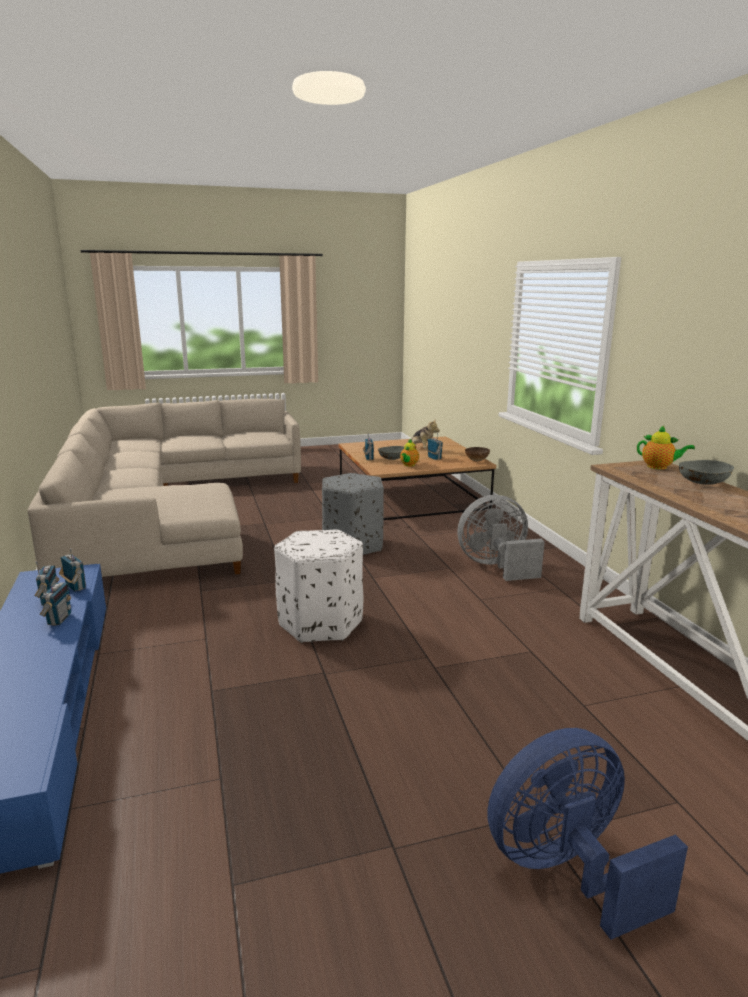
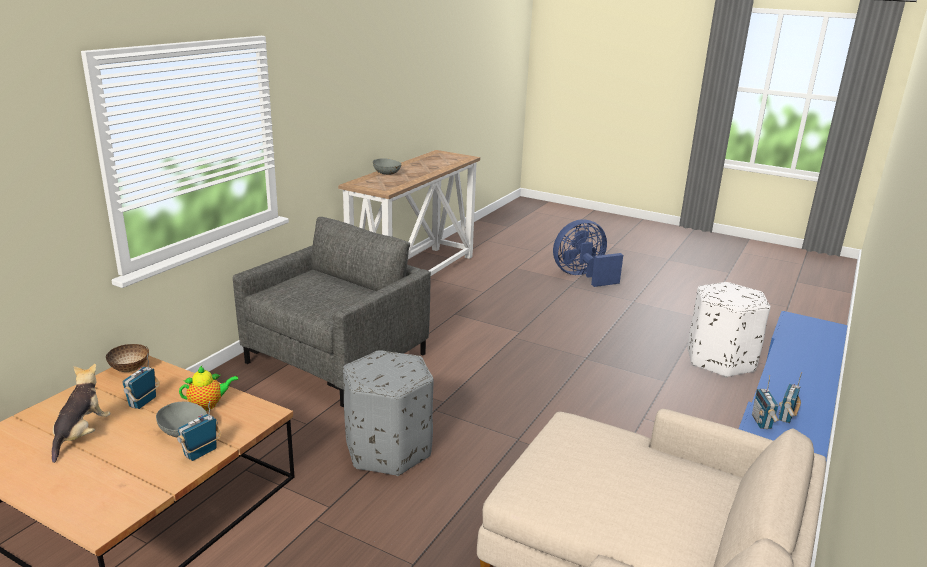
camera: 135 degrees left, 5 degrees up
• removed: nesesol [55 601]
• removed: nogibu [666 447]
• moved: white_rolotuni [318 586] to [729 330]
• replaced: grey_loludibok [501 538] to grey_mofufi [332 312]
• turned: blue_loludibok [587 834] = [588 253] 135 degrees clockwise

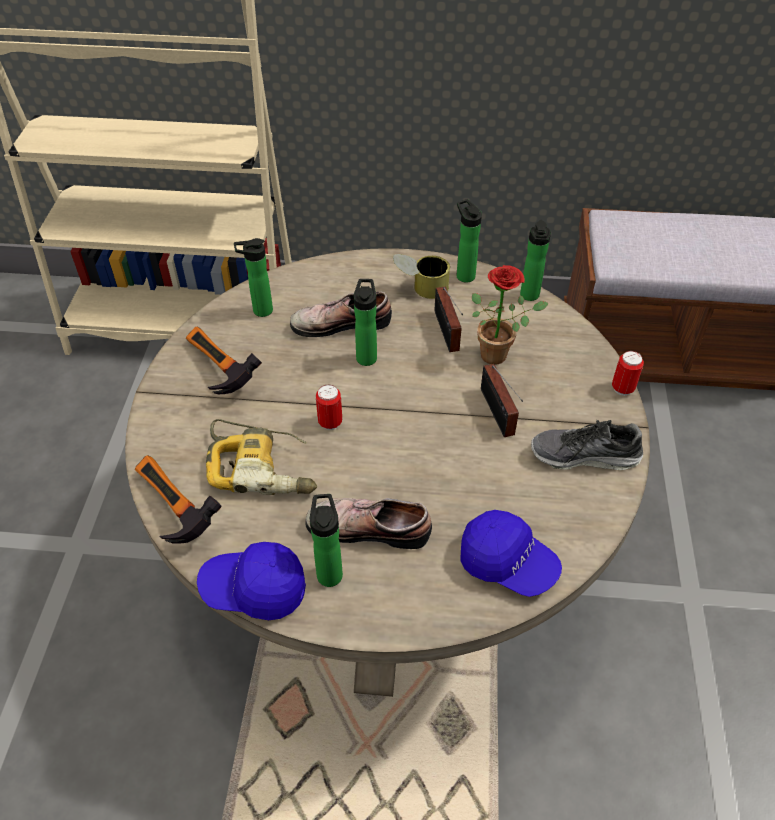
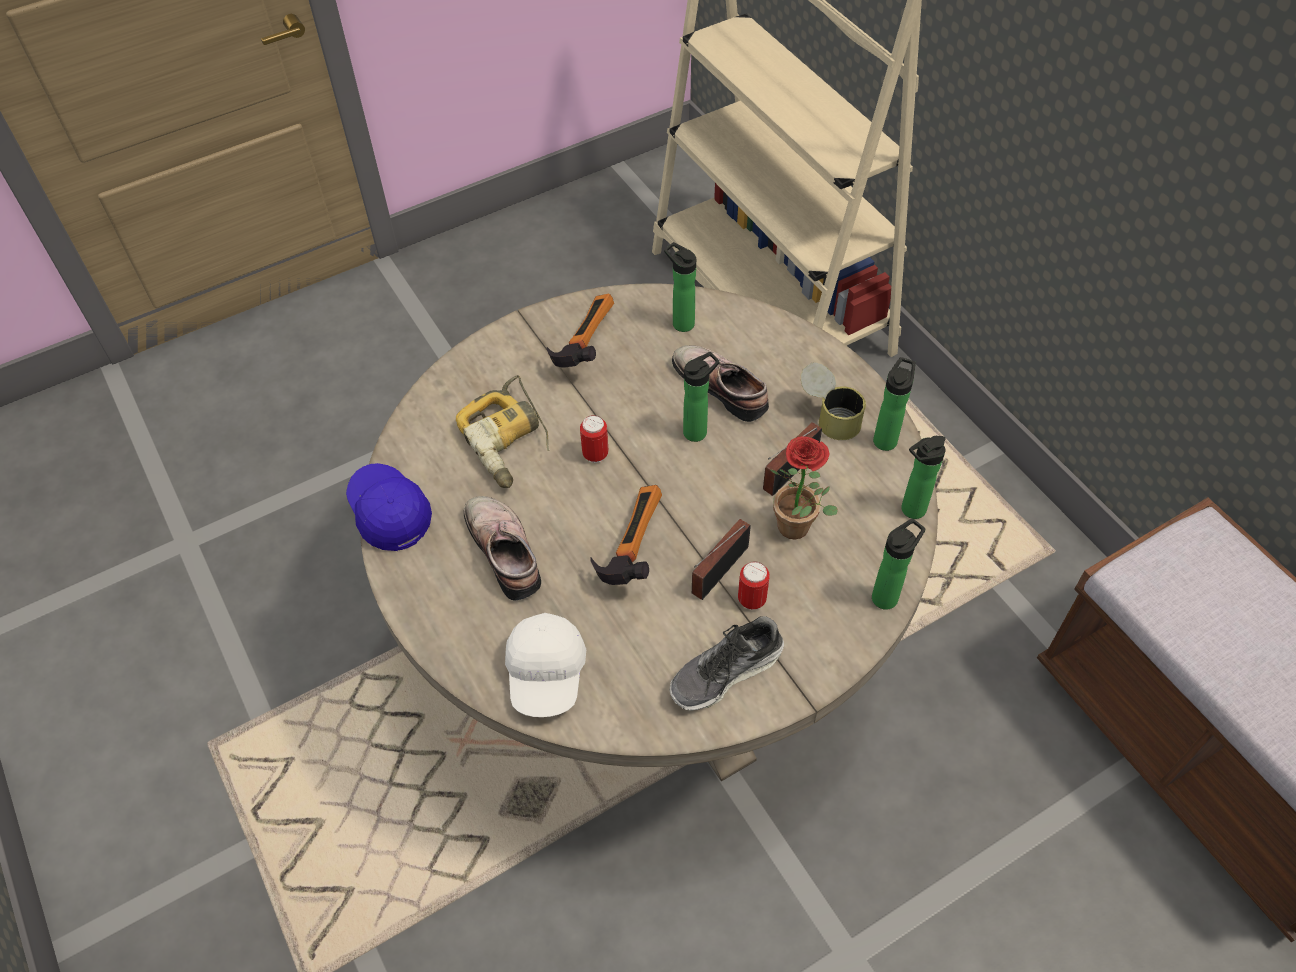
camera: 55 degrees right, 5 degrees up
• moved: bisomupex [178 499] to [626 535]
• moved: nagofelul [326 540] to [899 564]
• moved: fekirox [628 373] to [754 586]
• recoloured: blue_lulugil [511 553] to white_lulugil [545 665]
• turned: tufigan [587 445] = [727 663] 90 degrees counterclockwise

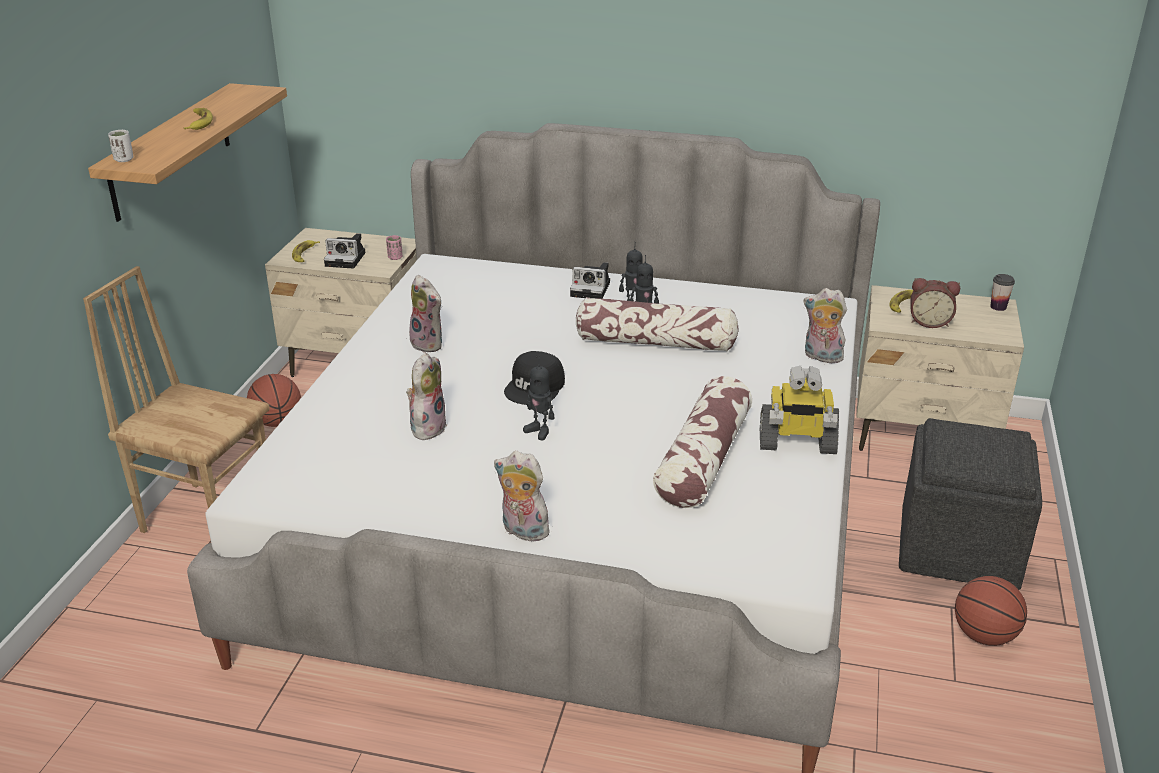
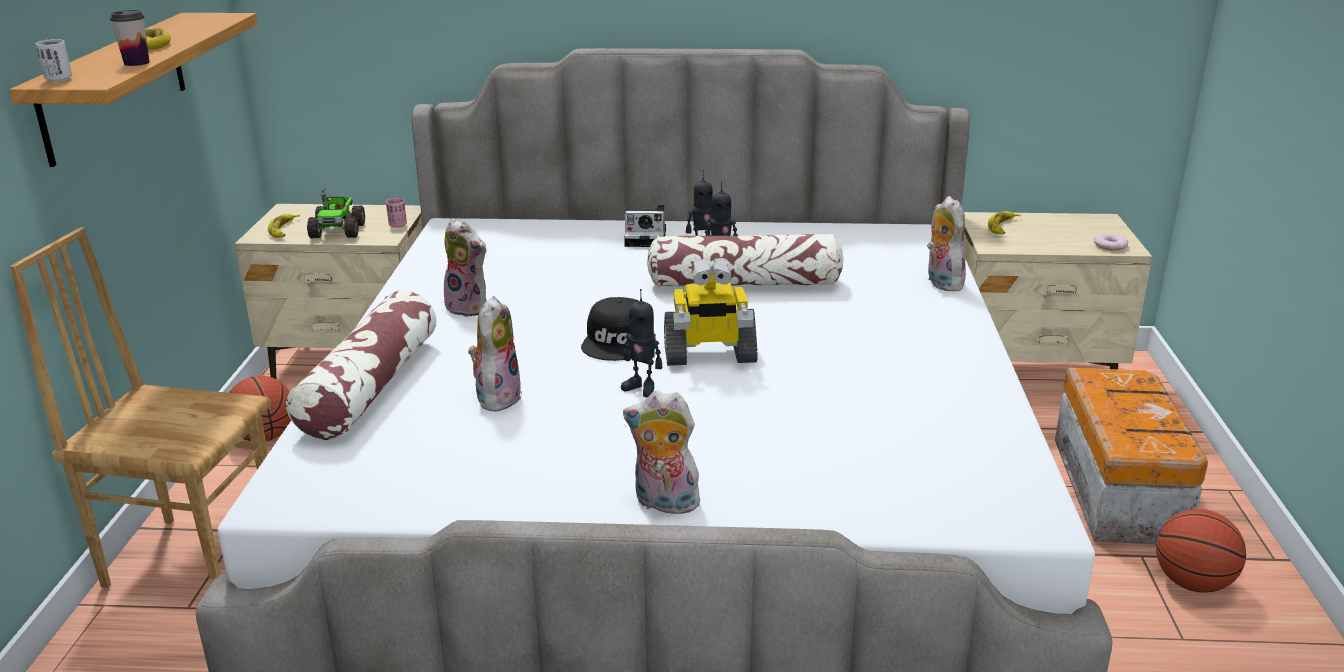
camera: 10 degrees left, 5 degrees down
• removed: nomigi [935 303]
• added: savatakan [1111 242]
• moved: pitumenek [702 442] to [361 365]
• moved: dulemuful [799 410] to [711 312]
• moved: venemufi [1002 292] to [129 38]
• replaced: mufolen [344 251] to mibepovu [336 212]
• replaced: grey_rolotuni [970 504] to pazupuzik [1131 456]
• turned: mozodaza [826 325] = [947 244] 60 degrees clockwise

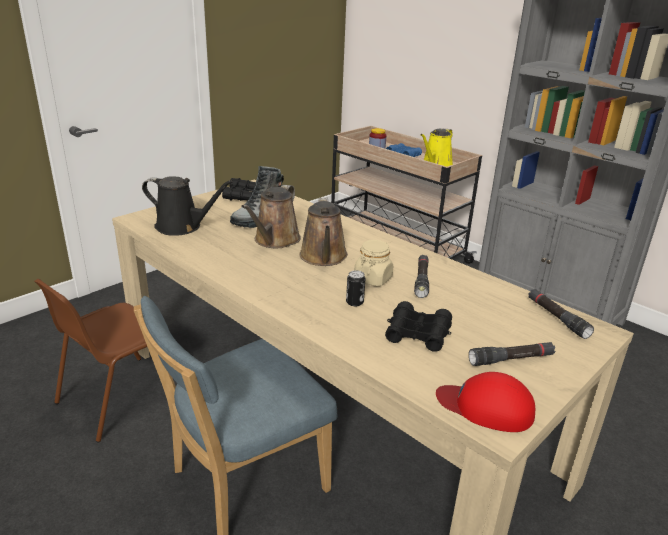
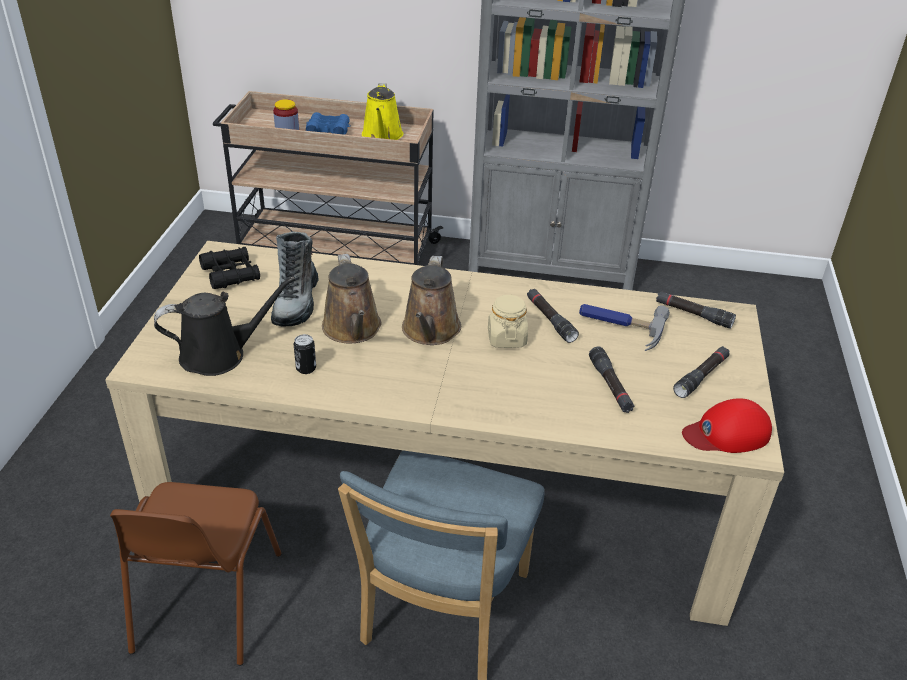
camera: 35 degrees left, 10 degrees up
• added: bisomupex [624 327]
• moved: fekirox [355 288] to [305 354]
• replaced: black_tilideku [418 326] to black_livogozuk [611 379]
• turned: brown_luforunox [323 232] = [431 300] 45 degrees clockwise

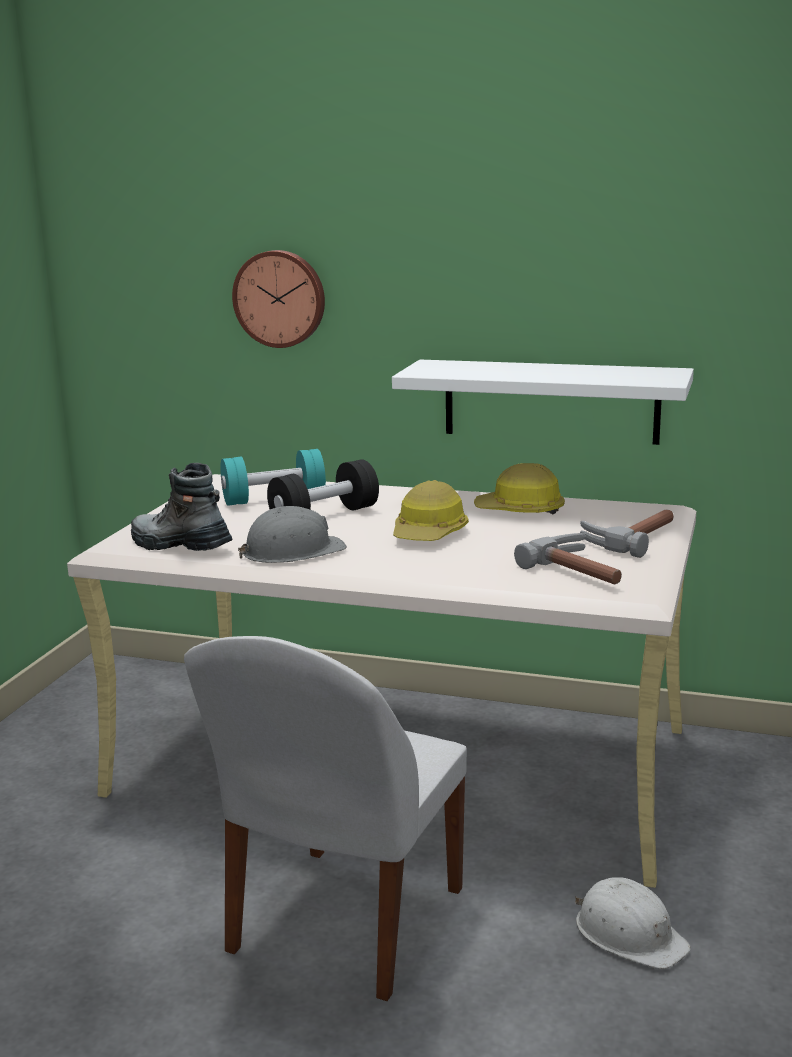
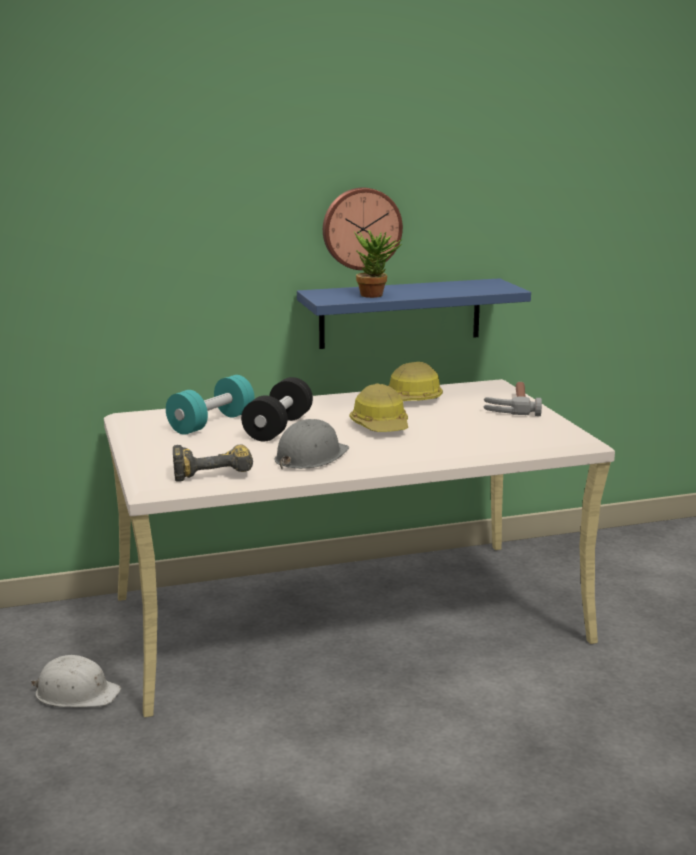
camera: 35 degrees left, 0 degrees up
• removed: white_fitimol [325 818]
• removed: bisomupex [568 558]
• added: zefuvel [378 264]
• moved: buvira [278 299] to [363 229]
• moved: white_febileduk [633 923] to [75 681]
• replaced: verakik [181 507] to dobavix [213 463]
• recoloured: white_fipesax [543 402] to blue_fipesax [414 313]

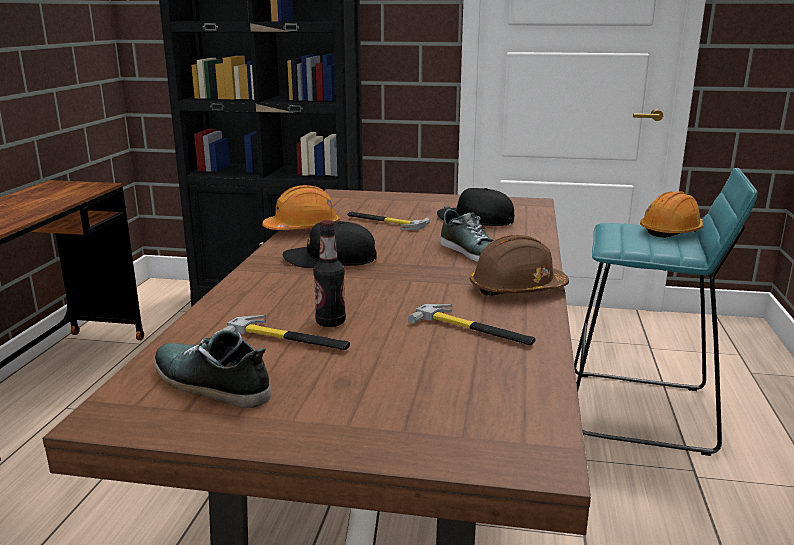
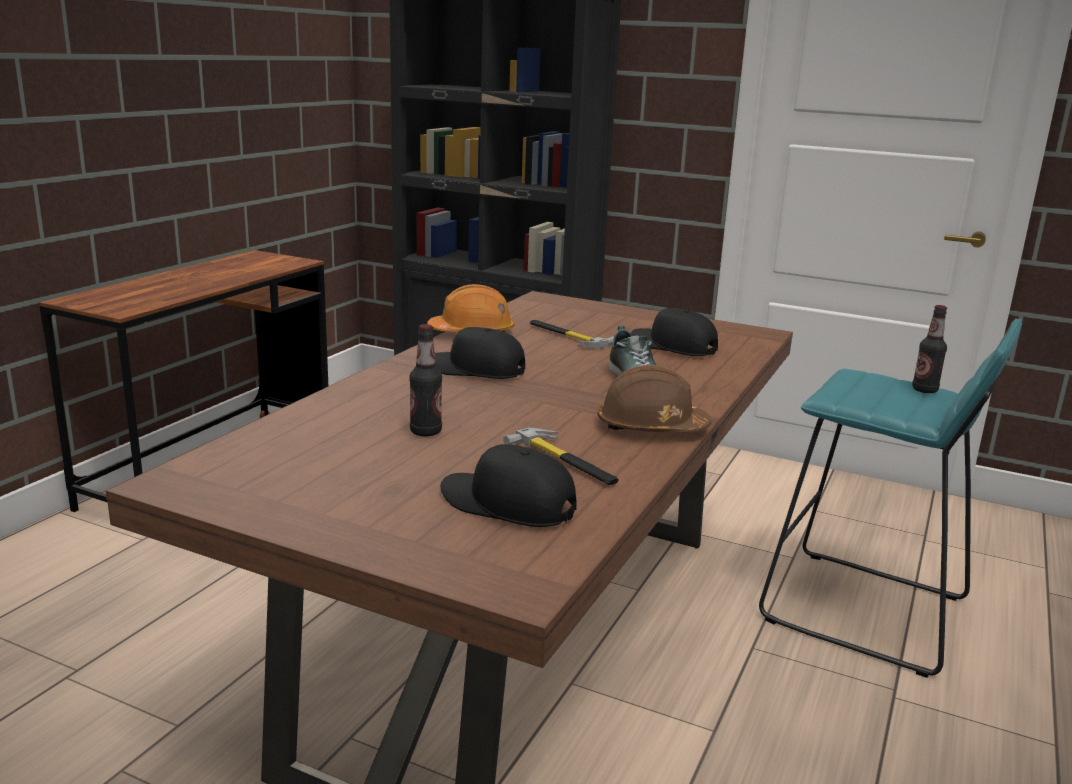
camera: 15 degrees right, 0 degrees up
• removed: tufigan [212 369]
• removed: bisomupex [286 332]
• added: black_lulugil [508 485]
• replaced: orange_febileduk [672 214] to nagofelul [929 349]

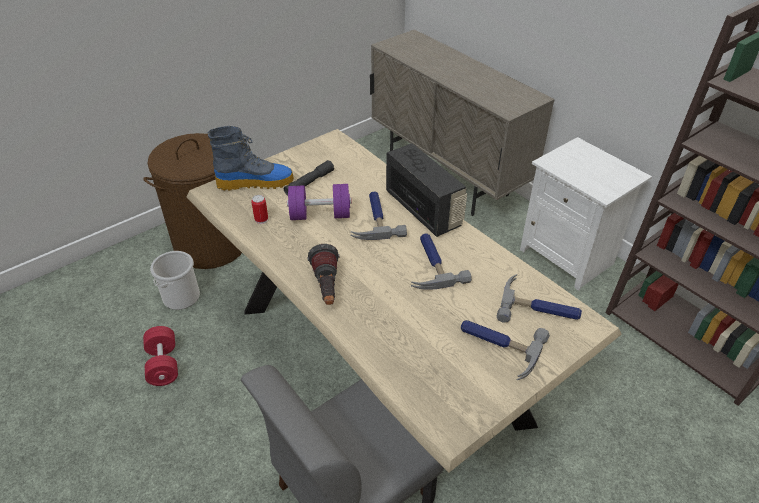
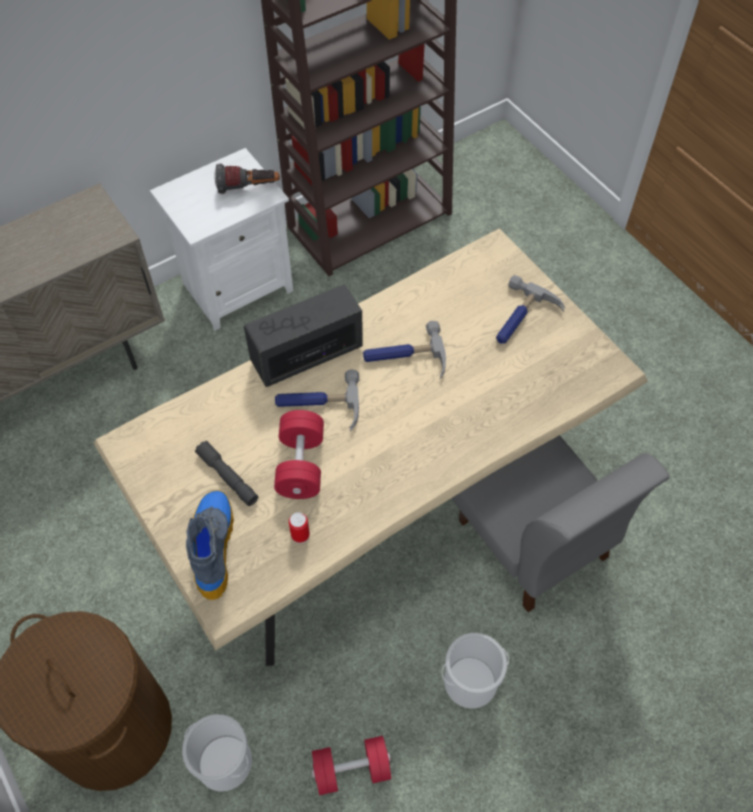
camera: 85 degrees left, 15 degrees up
• removed: bisomupex [539 298]
• added: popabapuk [475 671]
• moved: livogozuk [323 274] to [247 179]
• recoloured: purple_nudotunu [319 202] to red_nudotunu [299 454]

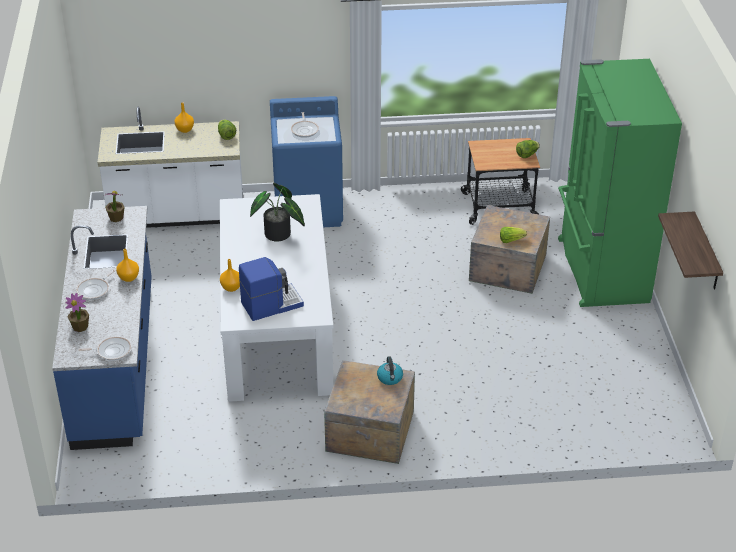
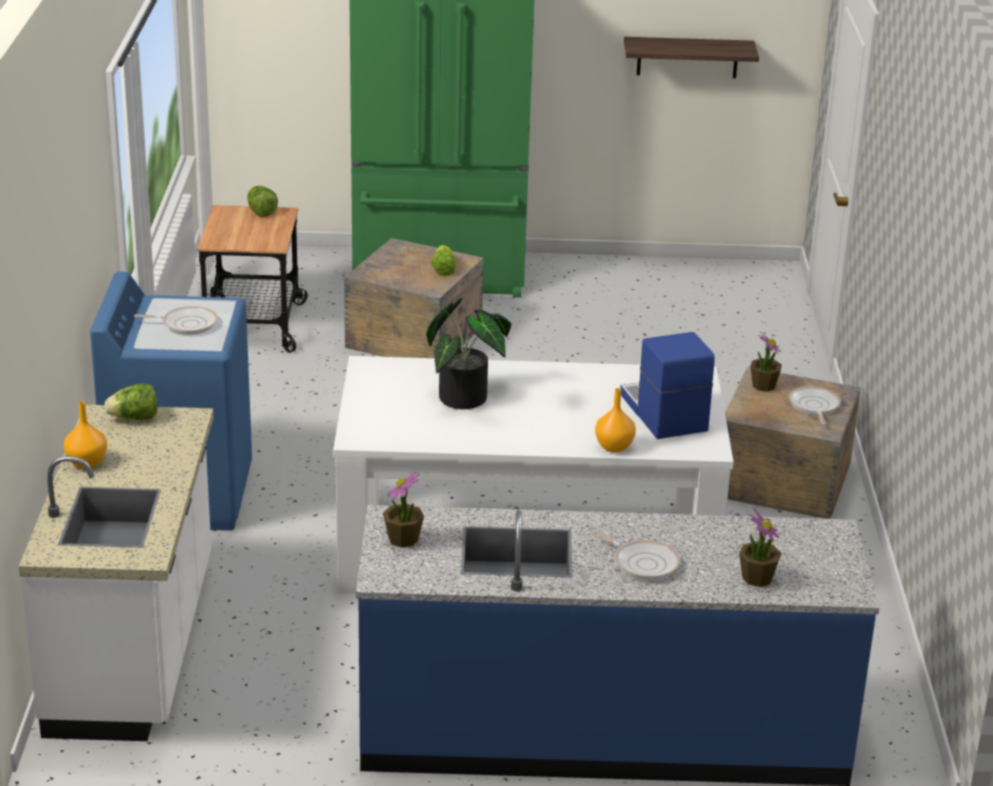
camera: 85 degrees left, 10 degrees down
• removed: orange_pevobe [127 265]
• moved: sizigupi [105 348] to [815 406]
• replaced: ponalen [390 370] to zefuvel [766 362]

